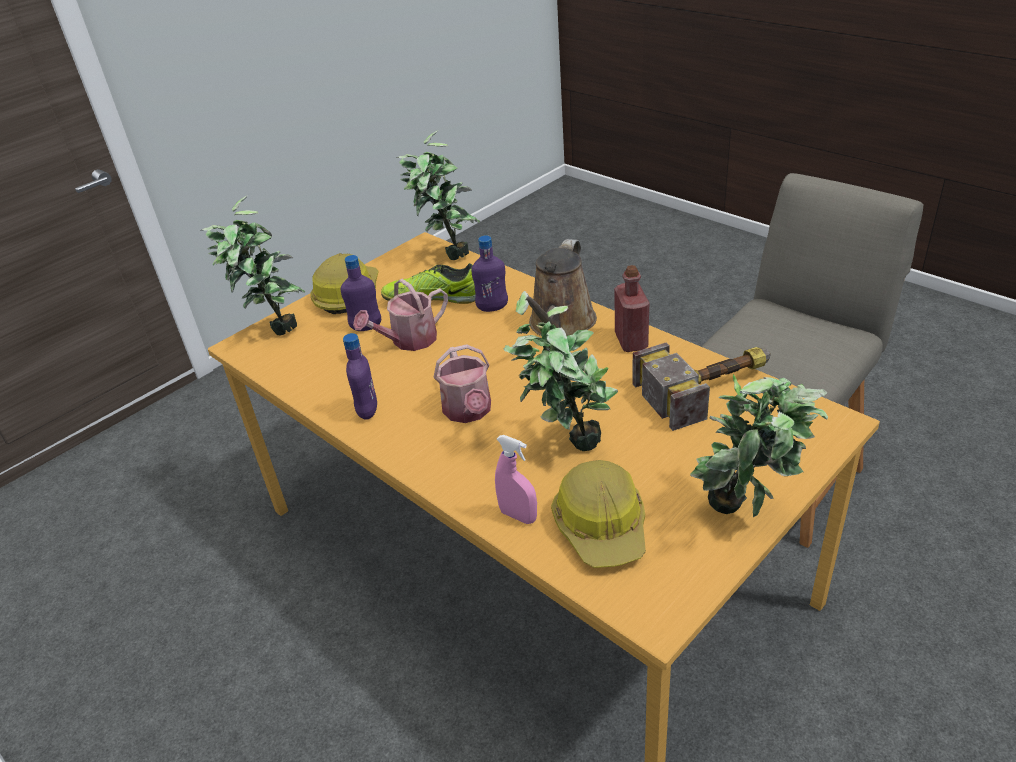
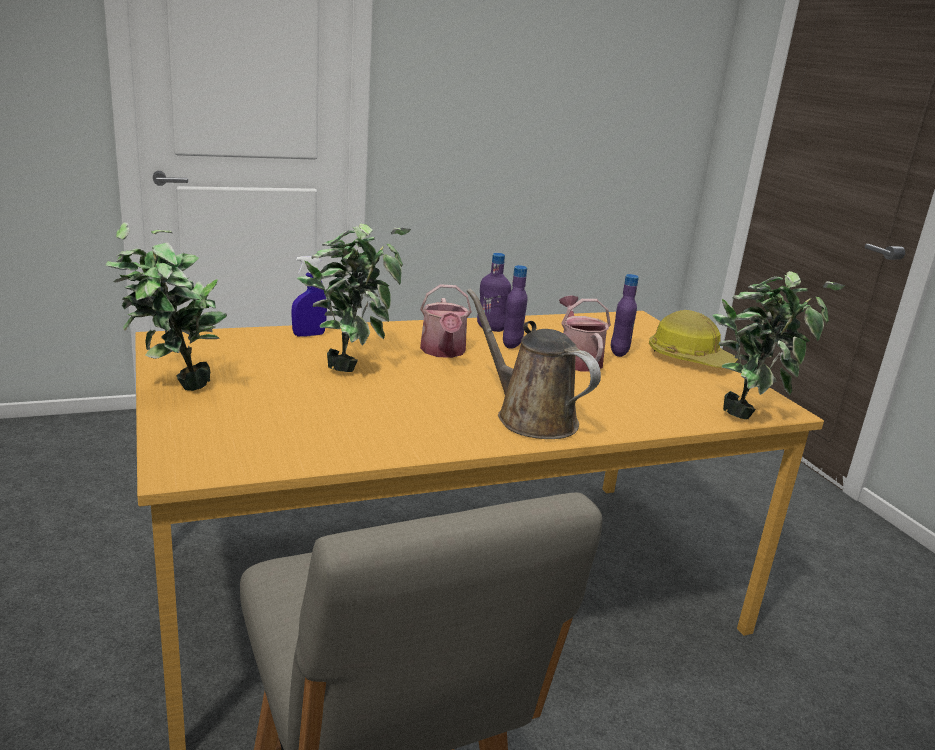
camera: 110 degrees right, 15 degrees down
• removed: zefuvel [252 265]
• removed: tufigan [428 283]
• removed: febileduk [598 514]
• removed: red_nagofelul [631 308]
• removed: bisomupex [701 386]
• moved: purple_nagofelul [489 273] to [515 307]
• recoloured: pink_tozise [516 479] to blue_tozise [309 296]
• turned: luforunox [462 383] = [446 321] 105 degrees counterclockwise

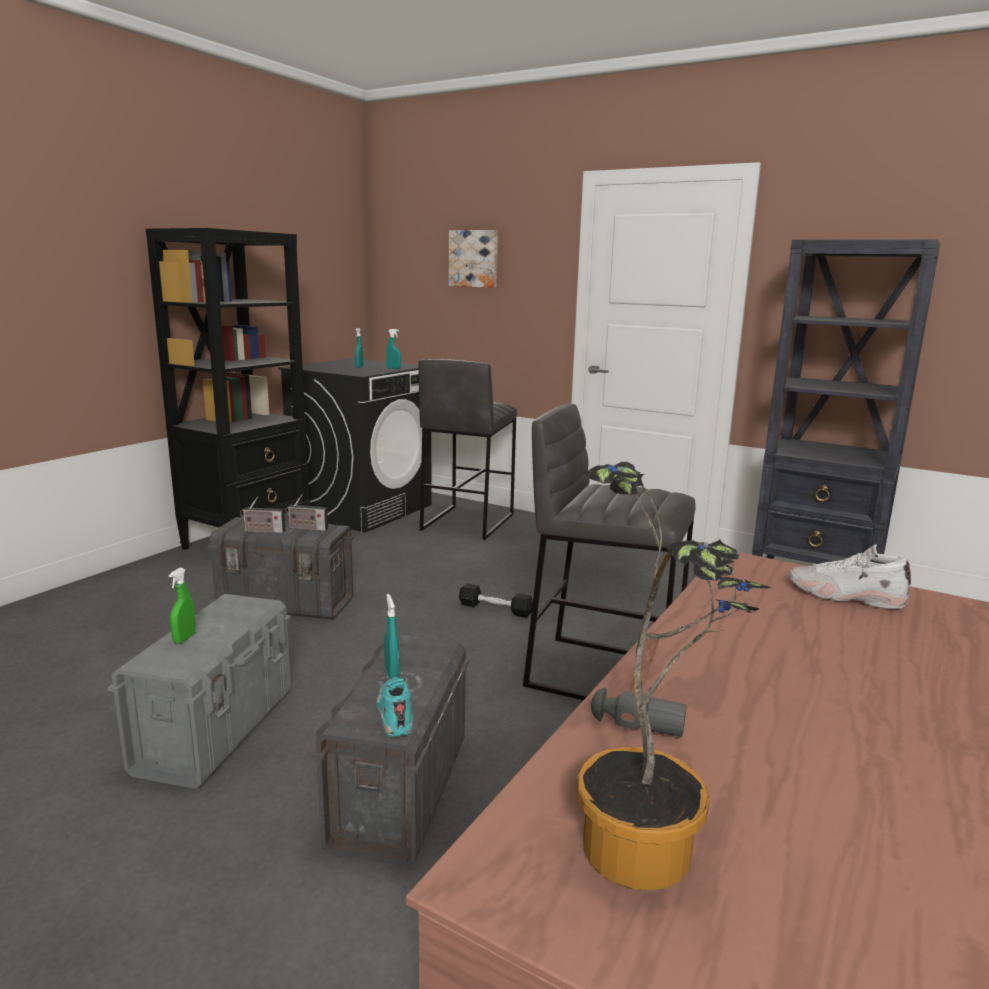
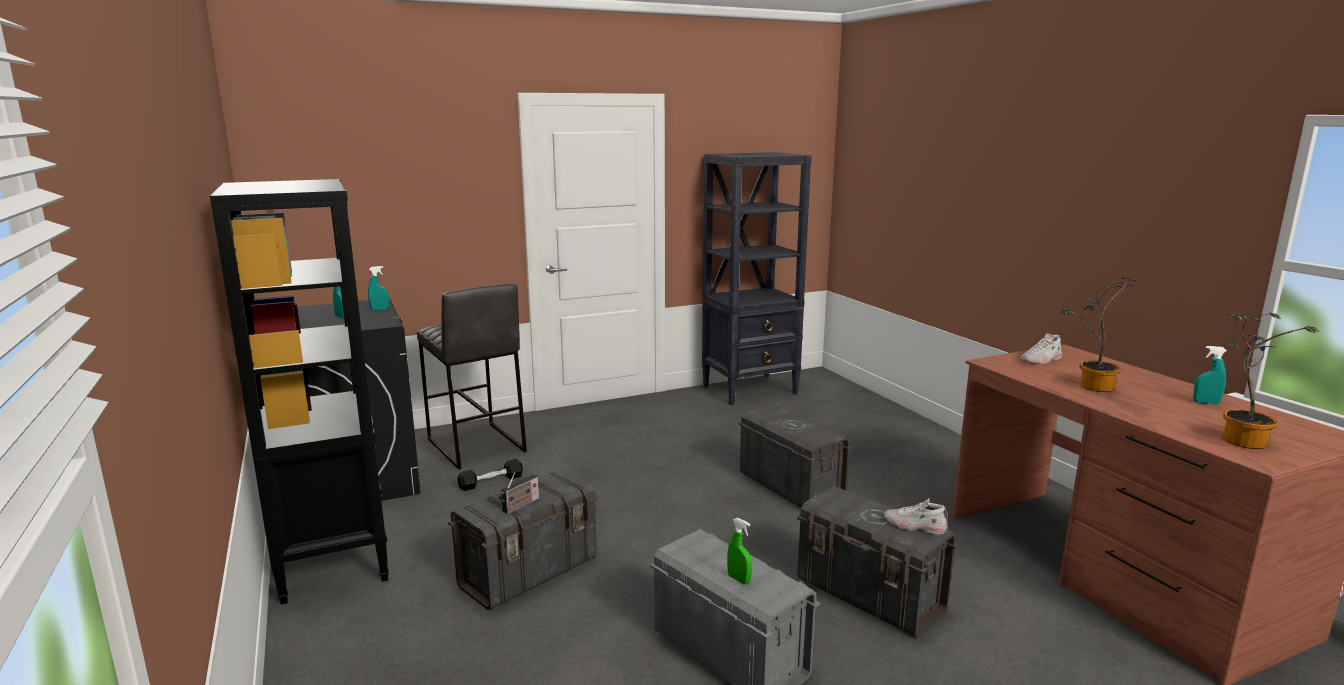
camera: 55 degrees left, 0 degrees up
• removed: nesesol [306 512]
• removed: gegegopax [473 259]
• removed: bisomupex [638 684]
• added: zefuvel [1098 335]
• moved: turquoise_tozise [391 636] to [1210 375]
• moved: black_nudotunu [496 600] to [490 475]
• replaced: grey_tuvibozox [609 551] to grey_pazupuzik [795 456]
• recoloured: turquoise_tufigan [394 706] to white_tufigan [916 516]

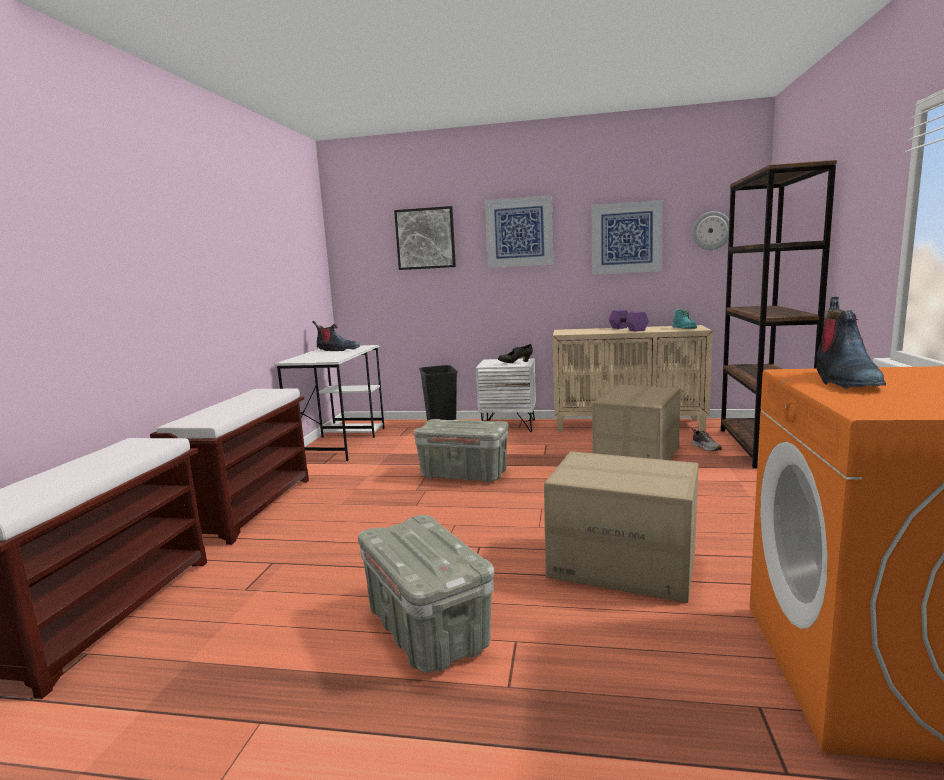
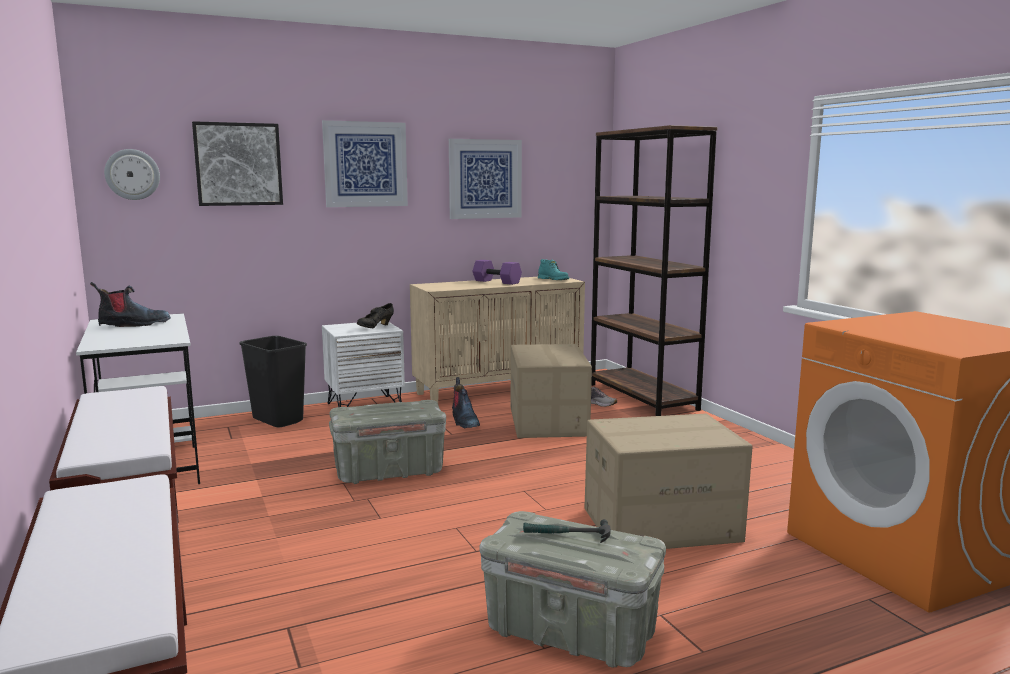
camera: 35 degrees left, 0 degrees up
• added: bisomupex [567 531]
• moved: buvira [710 230] to [132 174]
• moved: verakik [851 343] to [466 402]

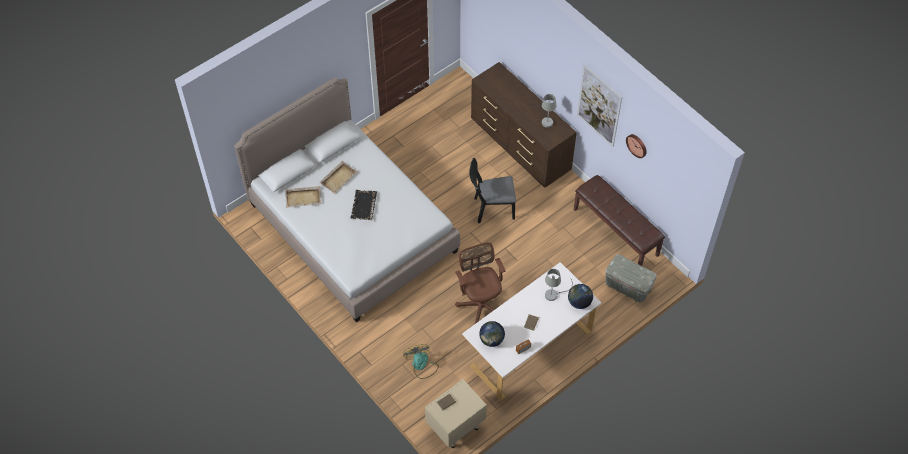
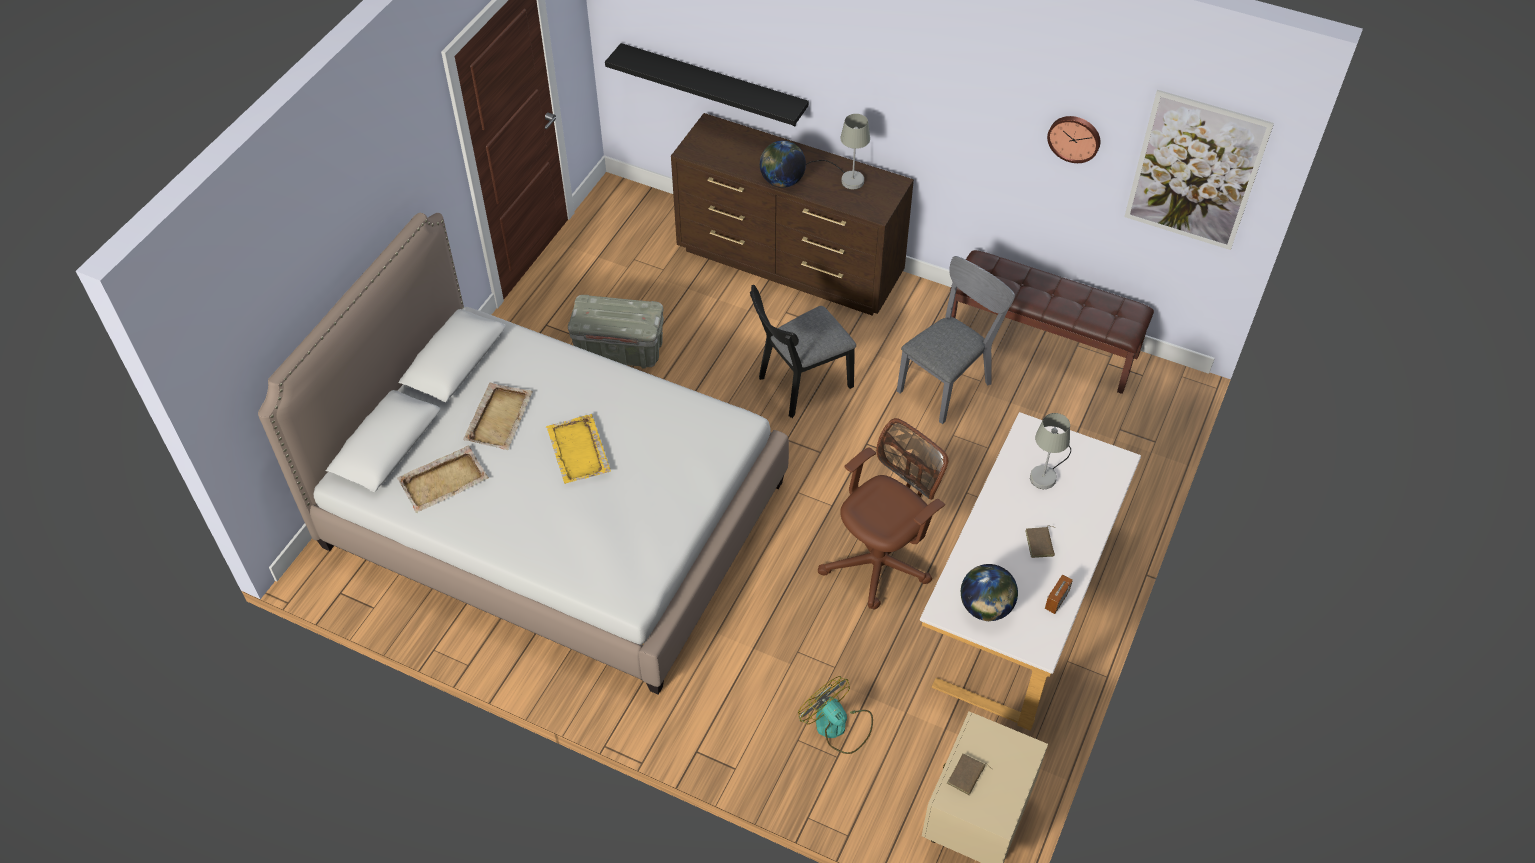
camera: 25 degrees left, 5 degrees down
• added: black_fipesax [707 84]
• added: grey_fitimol [956 340]
• moved: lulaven [580 296] to [783 164]
• moved: gegegopax [599 105] to [1199 170]
• moved: grey_pazupuzik [631 278] to [616 332]
• recoloured: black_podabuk [364 205] to yellow_podabuk [578 449]
• turned: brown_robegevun [480 283] = [883 514] 90 degrees clockwise

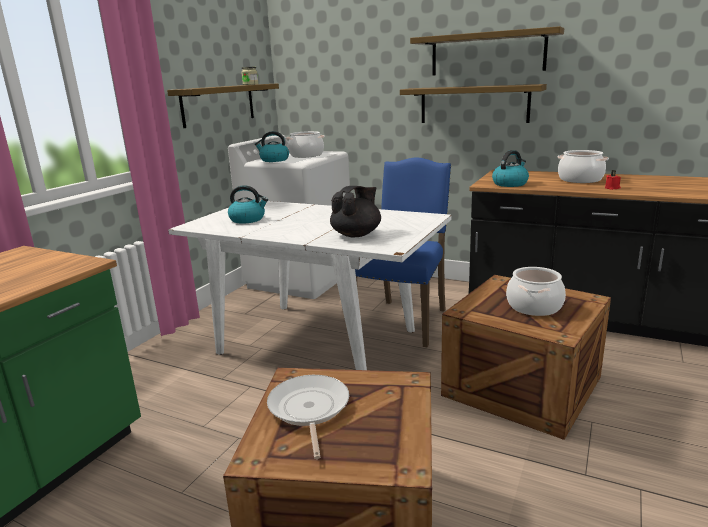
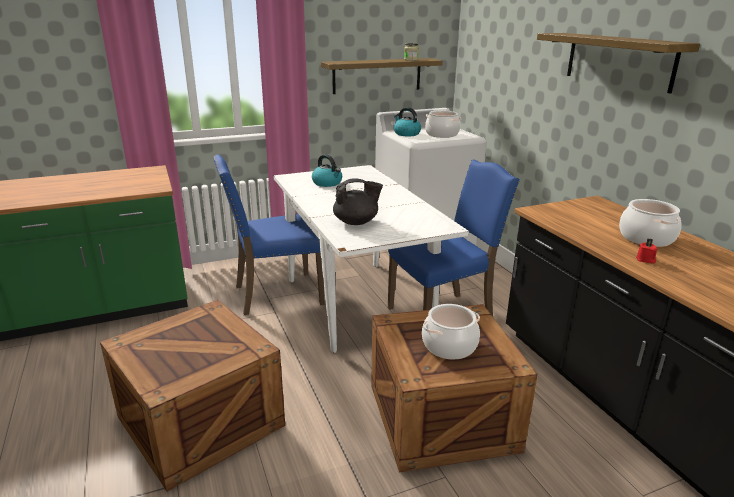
camera: 40 degrees right, 5 degrees up
• removed: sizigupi [308 417]
• removed: fipesax [473 103]
• removed: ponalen [510 168]
• added: blue_fitimol [269 234]

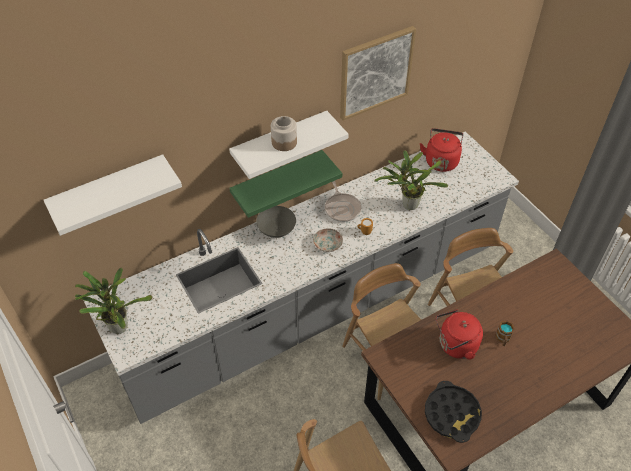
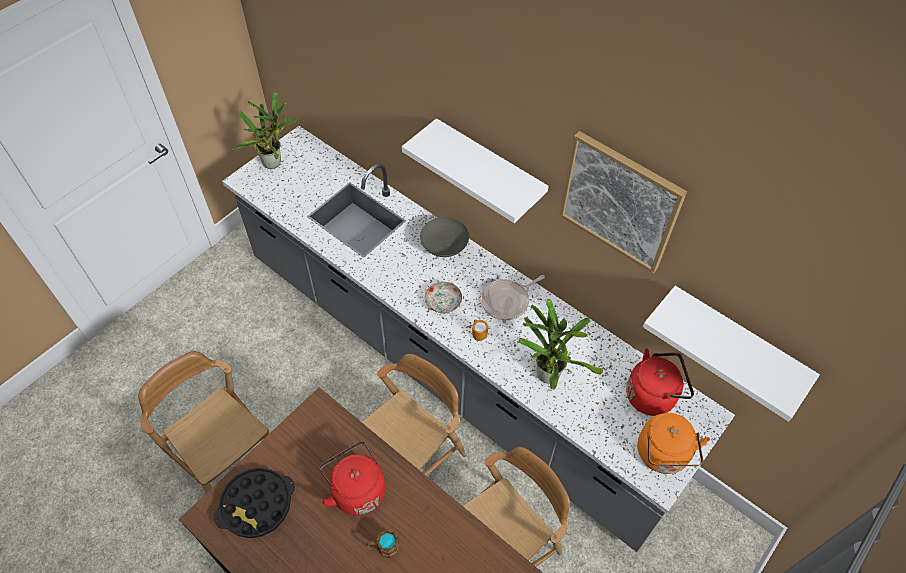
camera: 70 degrees right, 5 degrees up
• removed: green_fipesax [285 184]
• removed: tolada [284 133]
• added: orange_ponalen [673 443]
• moved: white_fipesax [113 195] to [731 354]

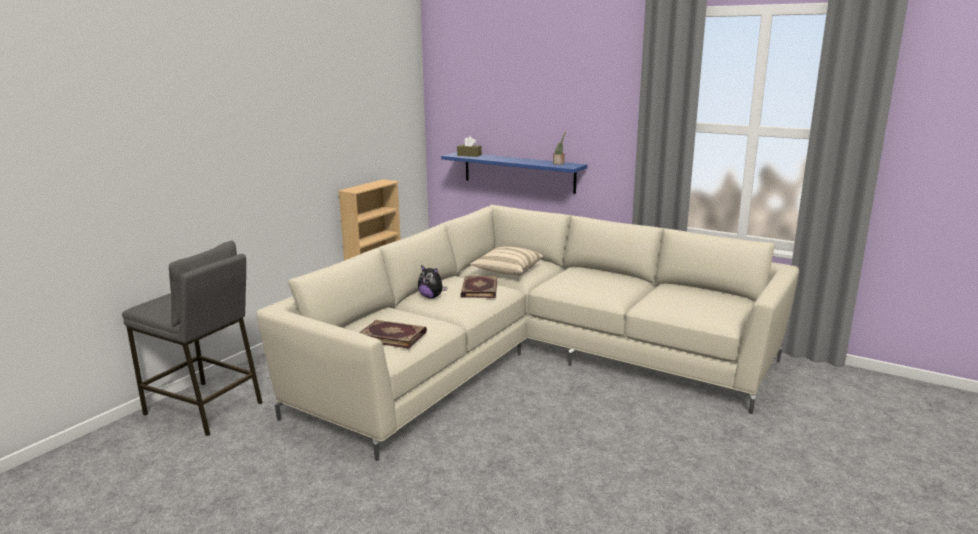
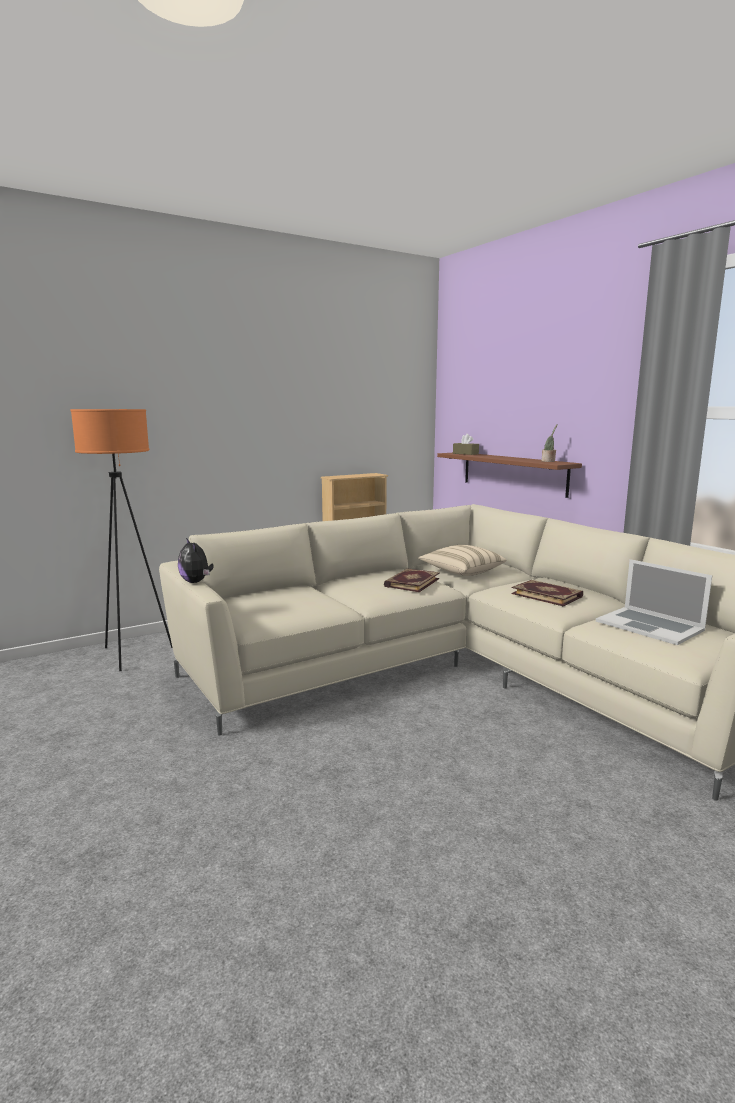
camera: 25 degrees right, 5 degrees down
• added: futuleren [654 602]
• moved: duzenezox [393 334] to [547 593]
• moved: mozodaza [432 282] to [196 560]
• replaced: grey_tuvibozox [192 338] to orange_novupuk [122 540]
• recoloured: blue_fipesax [514 173] to brown_fipesax [509 475]

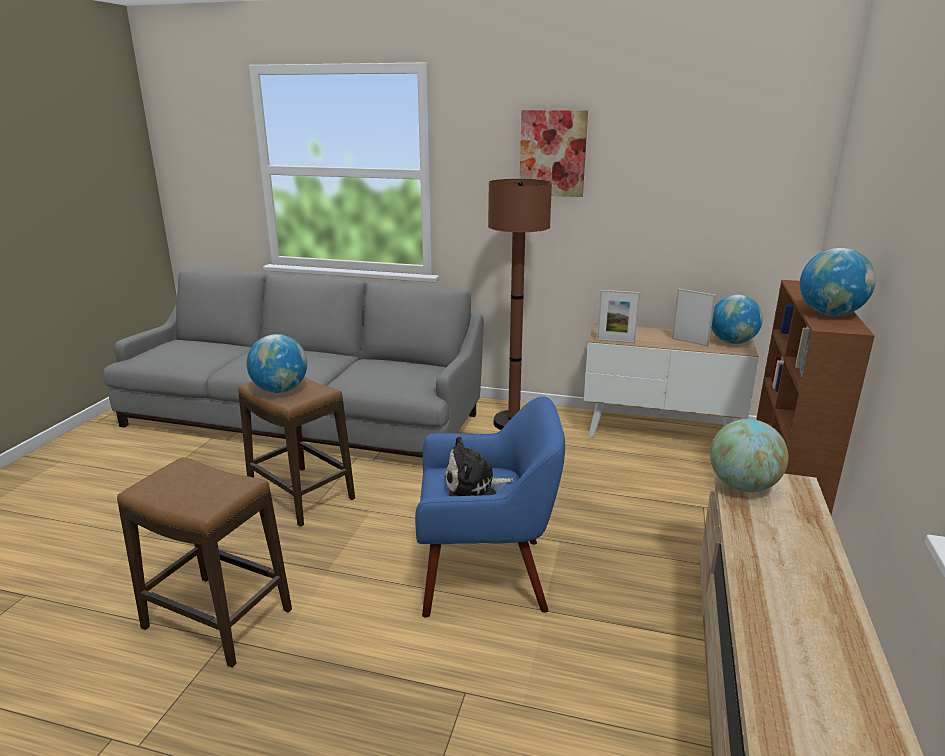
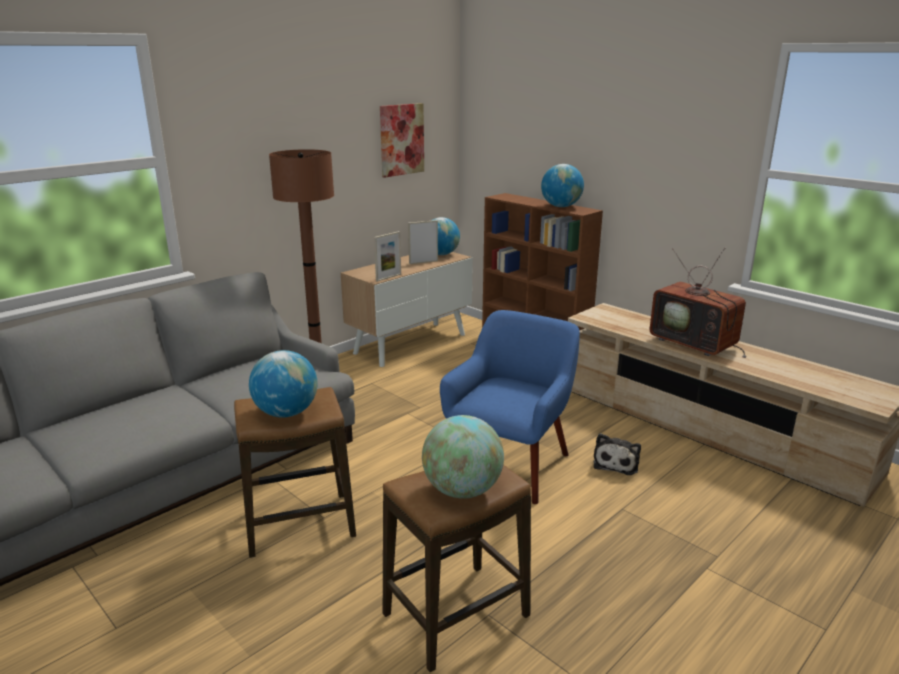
camera: 60 degrees left, 0 degrees up
• added: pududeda [698 303]
• moved: mozodaza [479 466] to [617 454]
• moved: gegegopax [554 153] to [402 140]
• moved: lulaven [749 455] to [463 457]

